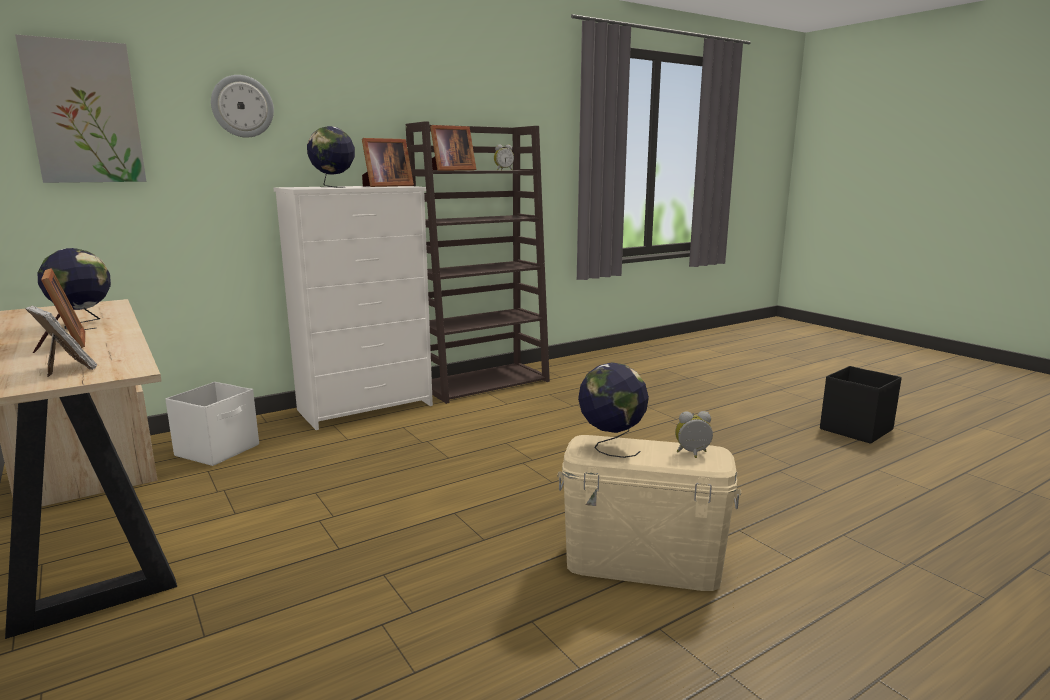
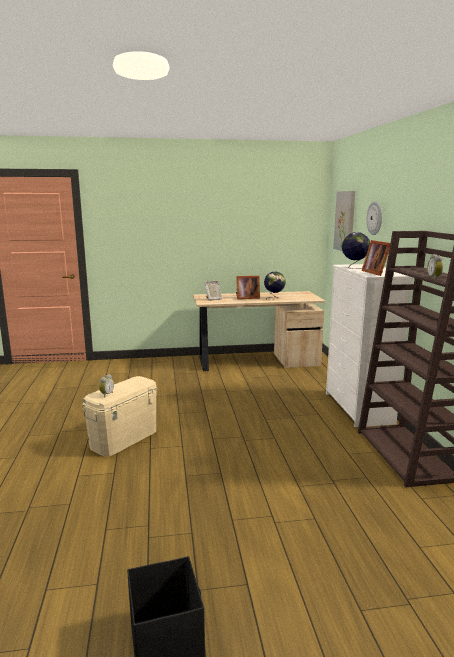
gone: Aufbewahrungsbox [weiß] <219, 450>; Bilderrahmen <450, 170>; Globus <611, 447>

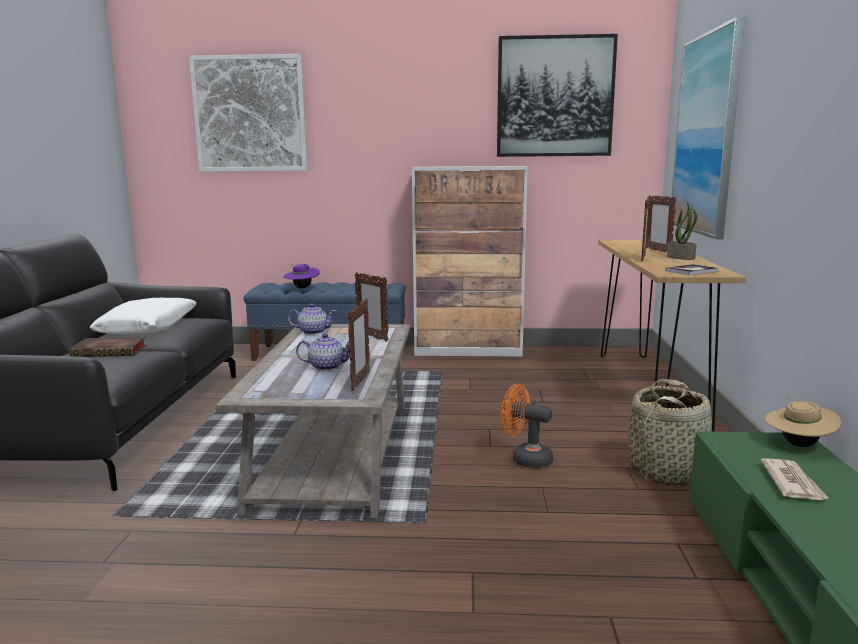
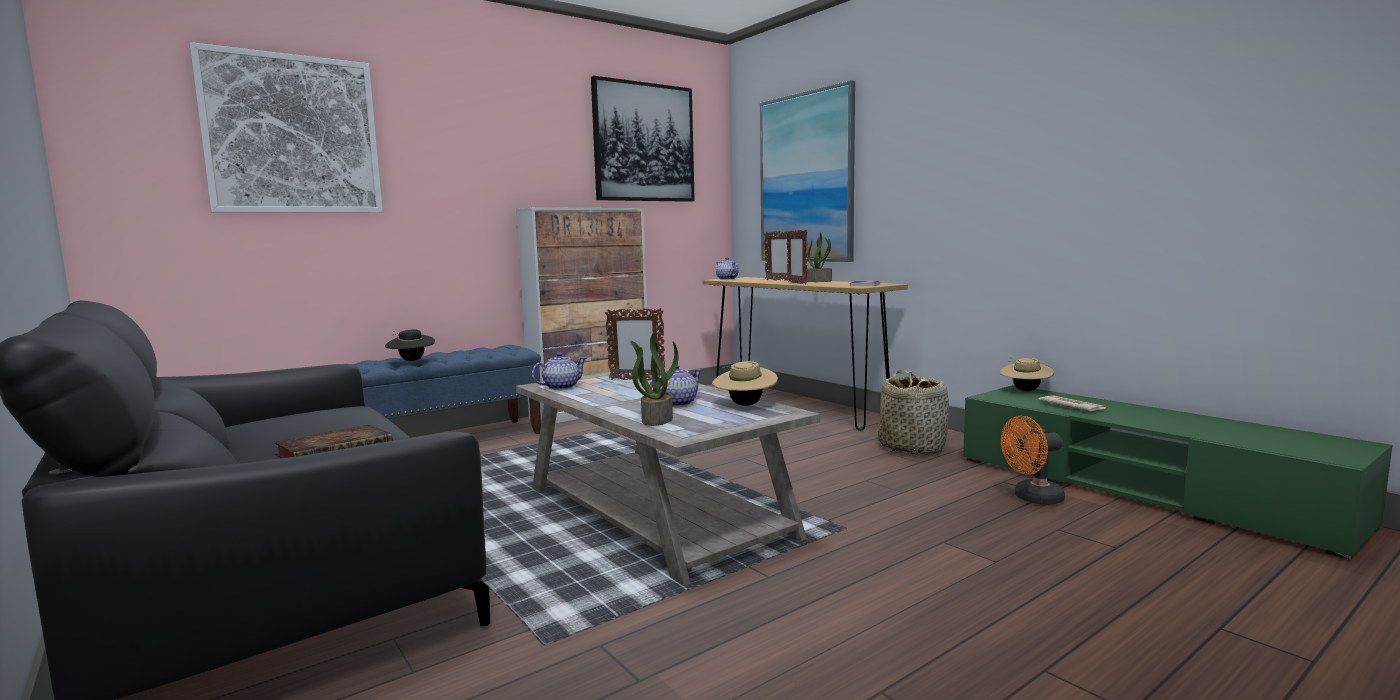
gone: Kissen [weiß] <148, 327>
new: Topfpflanze <656, 419>; Teekanne <727, 279>
shifted: Ventilator [orange] <525, 459> to <1032, 498>
swapped: Bilderrahmen <360, 381> to Hut [beige] <744, 405>
repainted: Hut [lila] <302, 288> to Hut [schwarz] <411, 360>

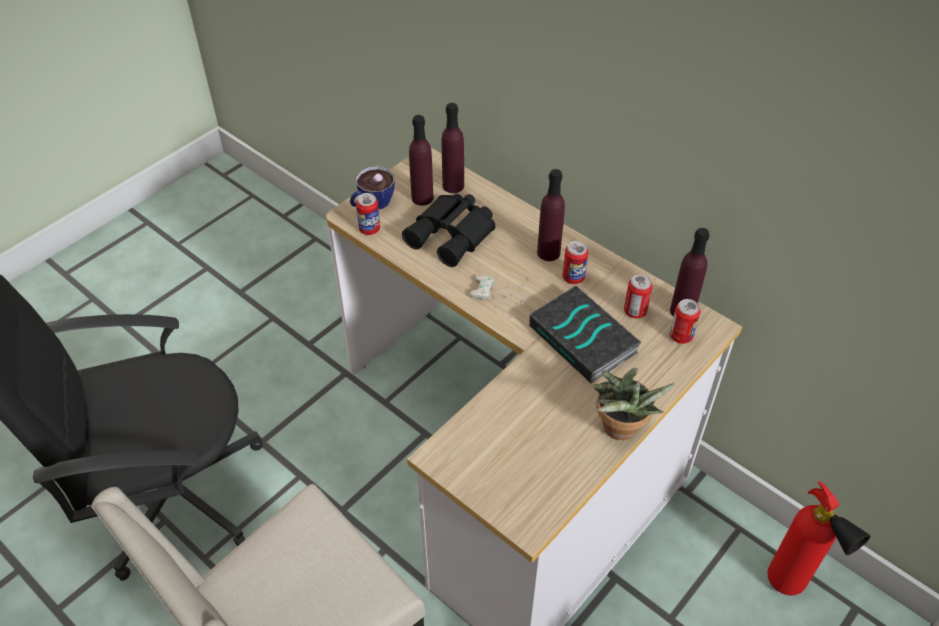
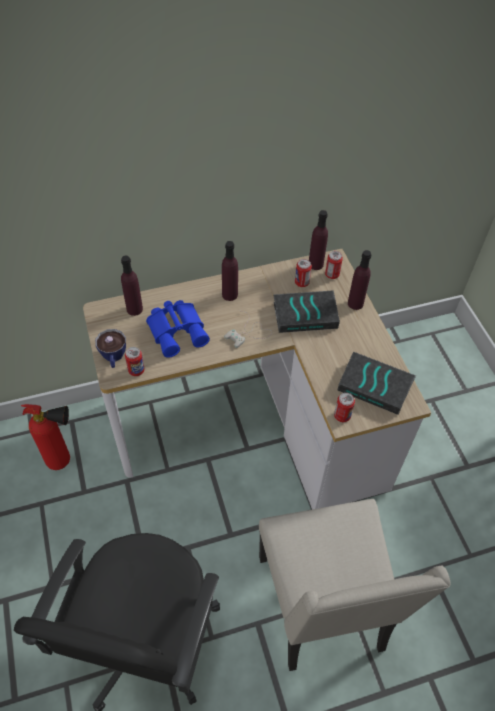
gone: Topfpflanze <619, 431>
new: Buch <376, 385>
shifted: Flasche [lila] <422, 198> to <355, 303>; Dose <573, 277> to <342, 416>; Feuerlöscher <791, 588> to <64, 461>
repainted: Fernglas [schwarz] <453, 235> to Fernglas [blau] <178, 330>

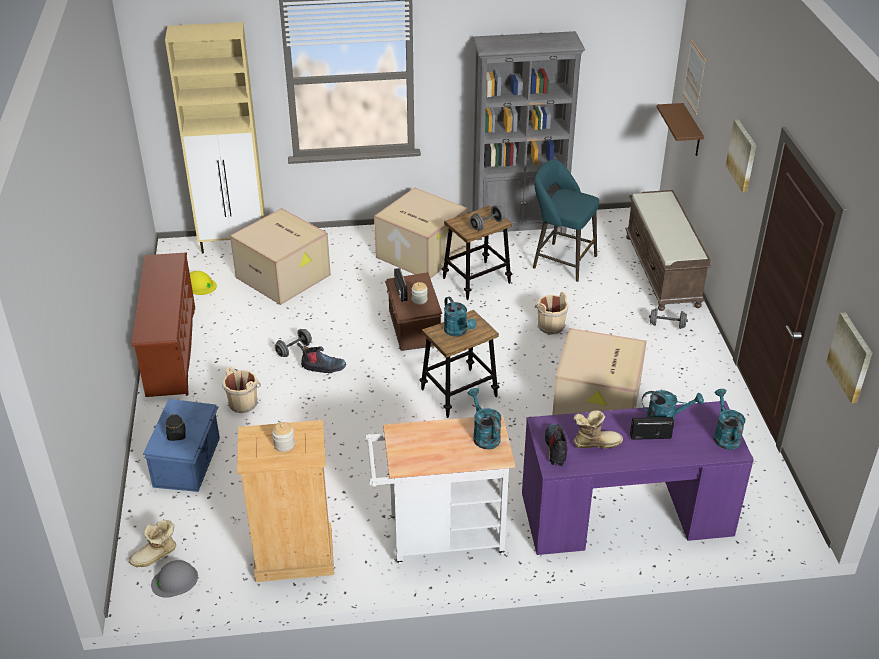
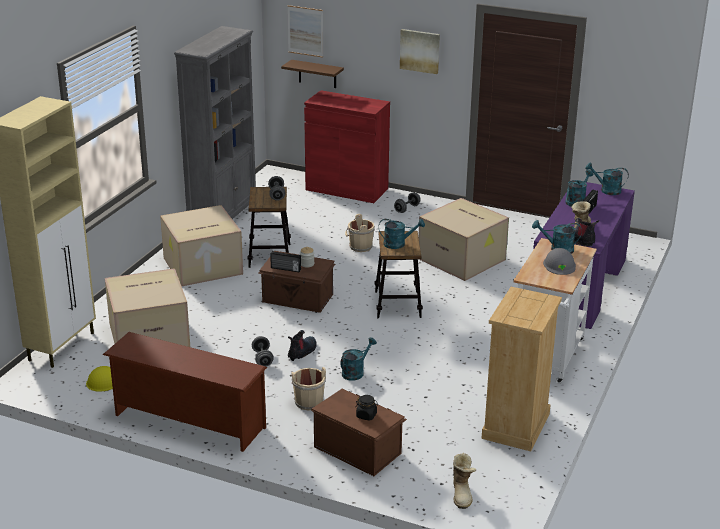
gone: Vorratsglas <284, 445>; Hocker [türkis] <561, 261>; Bild <851, 357>
new: Gießkanne [türkis] <355, 372>
shifted: Schutzhelm [grau] <175, 580> to <559, 265>
swapped: Bank [braun] <663, 271> to Schrank [rot] <346, 189>
repainted: Aufbewahrungsbox [blau] <188, 461> to Aufbewahrungsbox [braun] <357, 449>

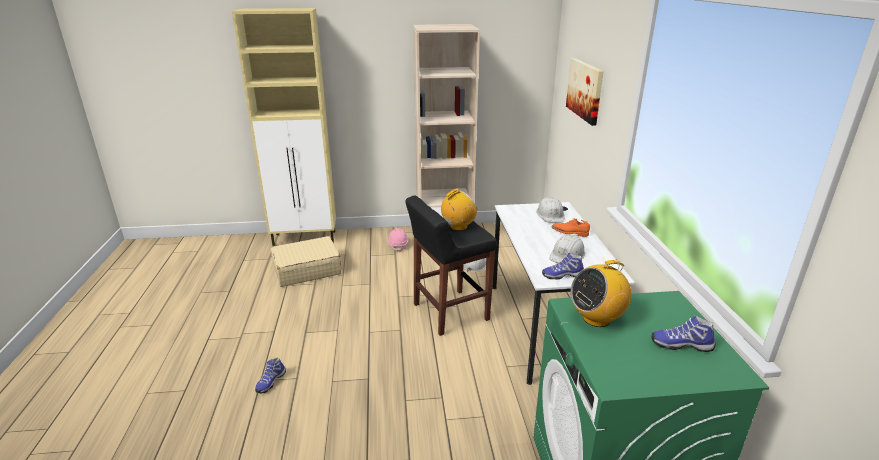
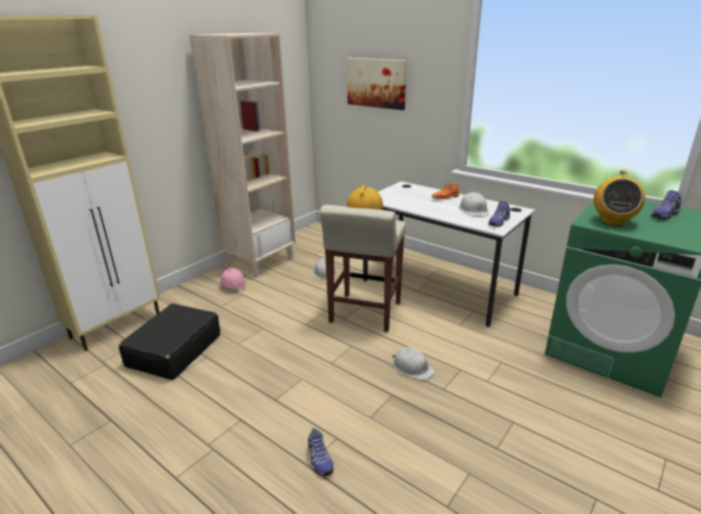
shifted: Schutzhelm [weiß] <550, 215> to <412, 367>
repainted: Koffer [beige] <306, 270> to Koffer [schwarz] <174, 350>; Hocker [schwarz] <449, 312> to Hocker [beige] <365, 313>

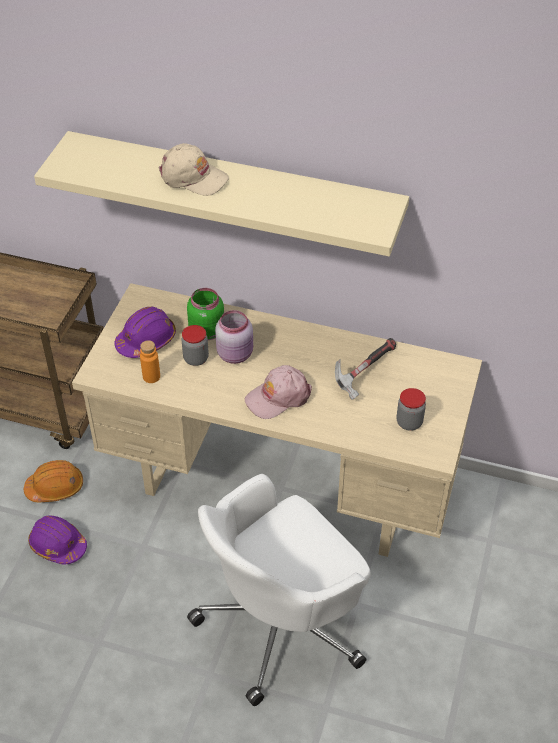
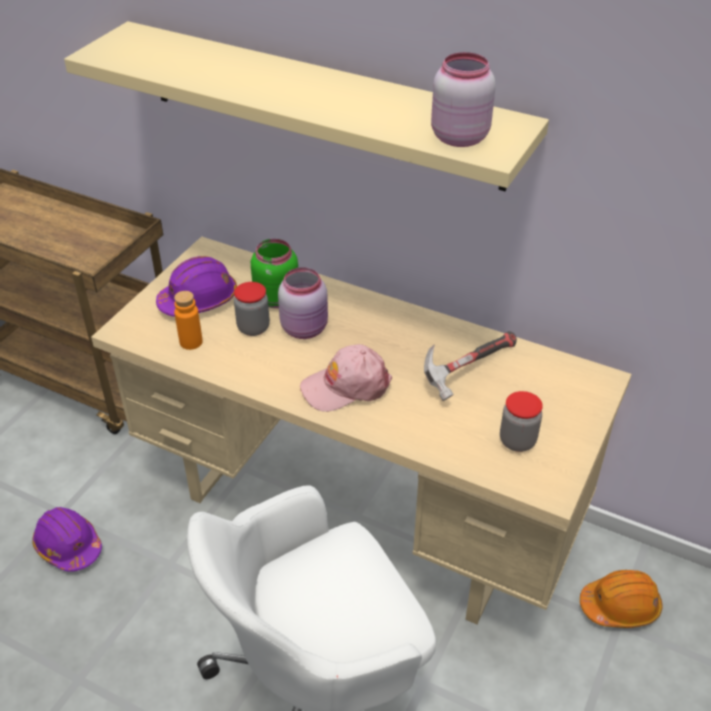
gone: Kappe [beige] <193, 177>
new: Vorratsglas [rosa] <458, 137>
shifted: Schutzhelm [orange] <55, 487> to <620, 606>

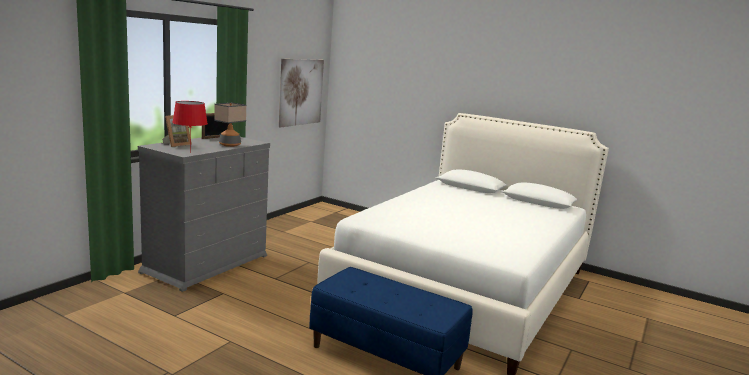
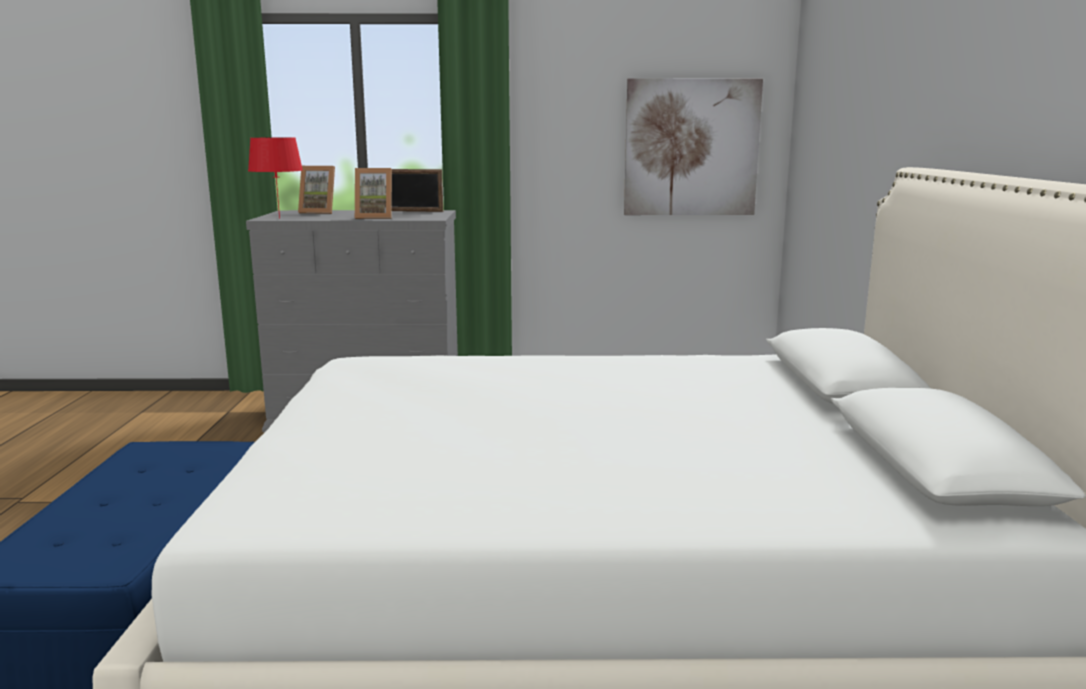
swapped: Tischlampe <230, 145> to Bilderrahmen <375, 217>

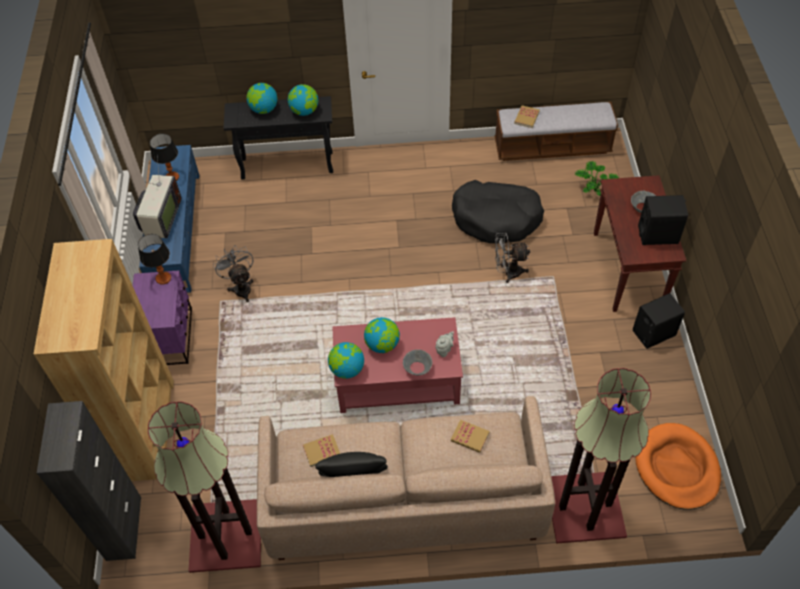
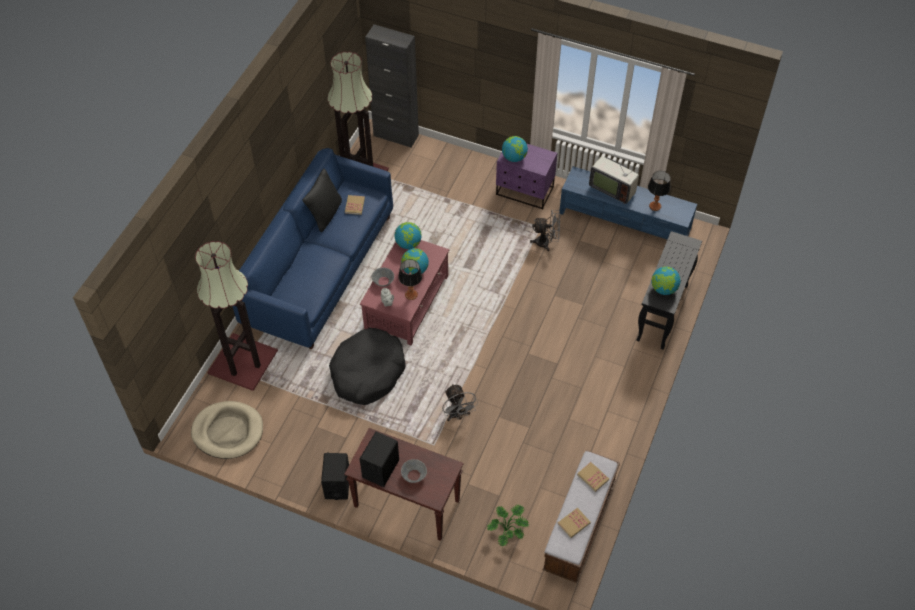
gone: Bücherregal [braun] <145, 429>
shifted: Tischlampe <163, 278> to <411, 295>; Globus <264, 109> to <514, 157>; Buch <470, 437> to <573, 523>; Hundebett [schwarz] <496, 218> to <367, 372>
repainted: Sofa [beige] <403, 499> to Sofa [blau] <319, 269>; Hundebett [orange] <676, 468> to Hundebett [beige] <228, 431>
rotated: Ventilator [grau] <508, 272> = <457, 415> 135 degrees clockwise

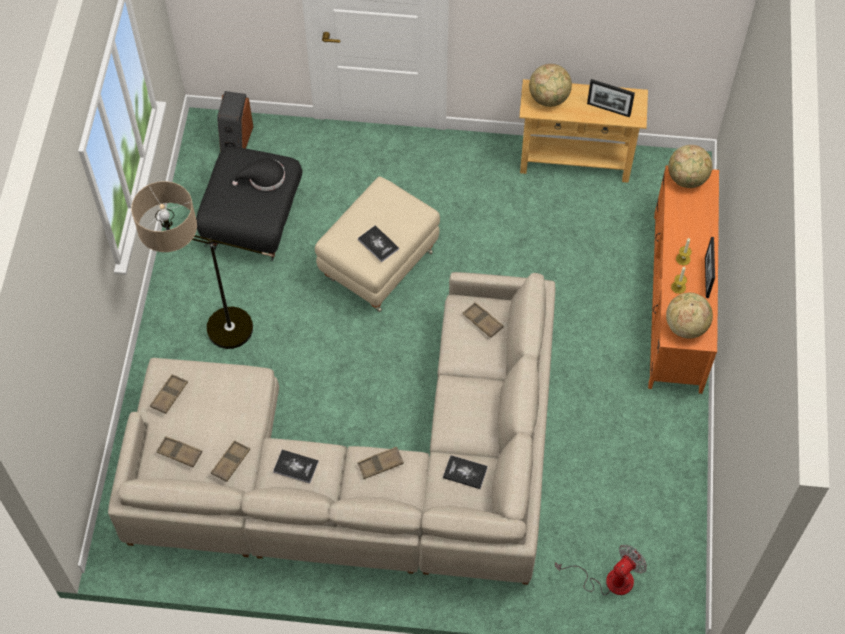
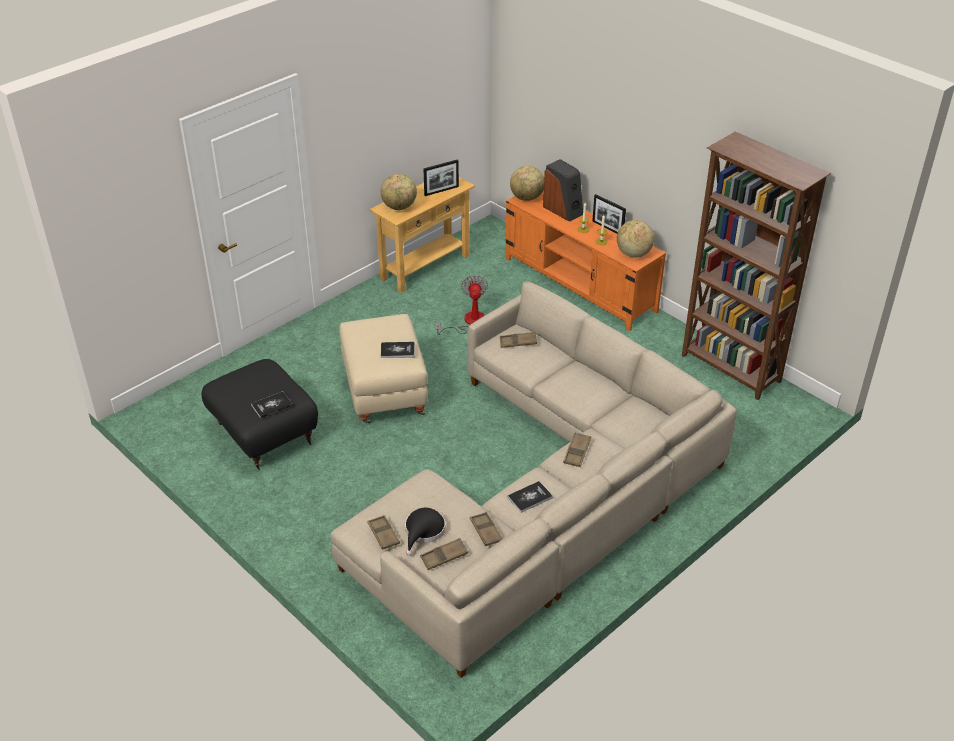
gone: Stehlampe <211, 332>
new: Bücherregal [braun] <730, 369>
shifted: Lautsprecher <236, 140> to <563, 210>; Hut [schwarz] <263, 178> to <423, 532>; Buch <465, 472> to <272, 405>; Ventilator <608, 580> to <468, 322>

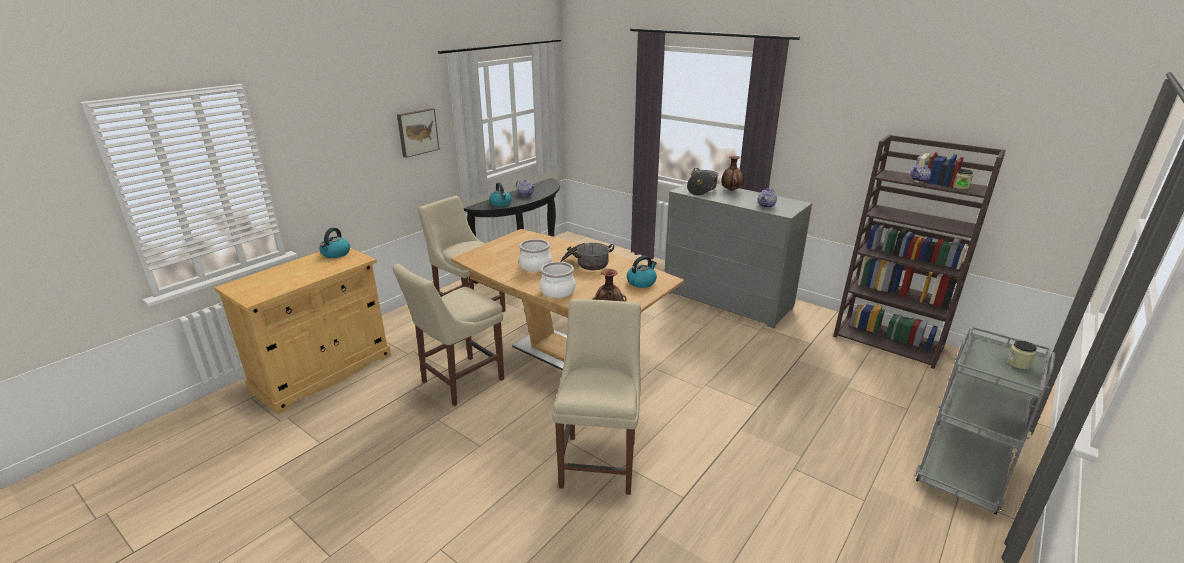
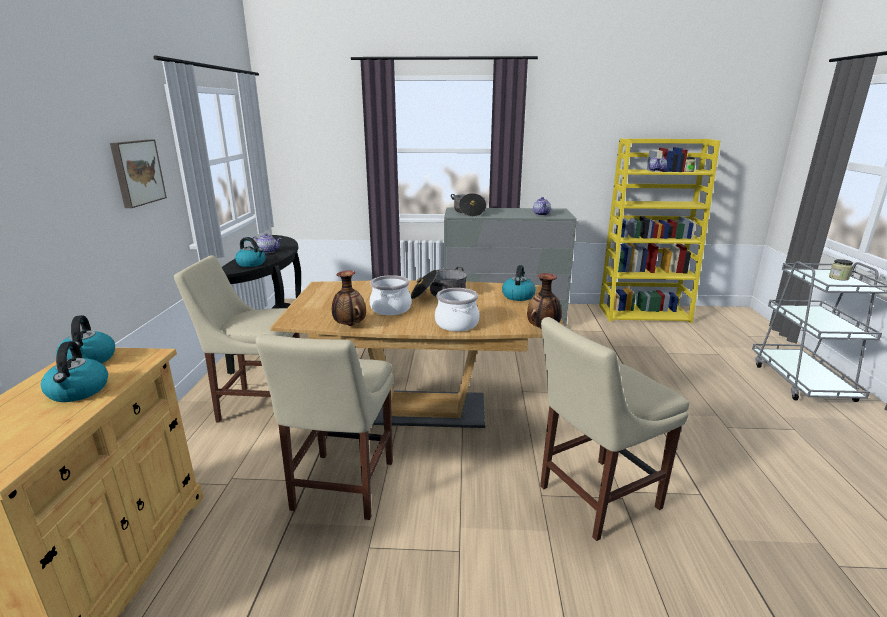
new: Wasserkessel <78, 391>
shifted: Vase <730, 190> to <349, 325>
repainted: Bücherregal [braun] <889, 341> to Bücherregal [gelb] <644, 314>
rotated: Stuhl [beige] <599, 460> = <594, 498> 90 degrees counterclockwise

